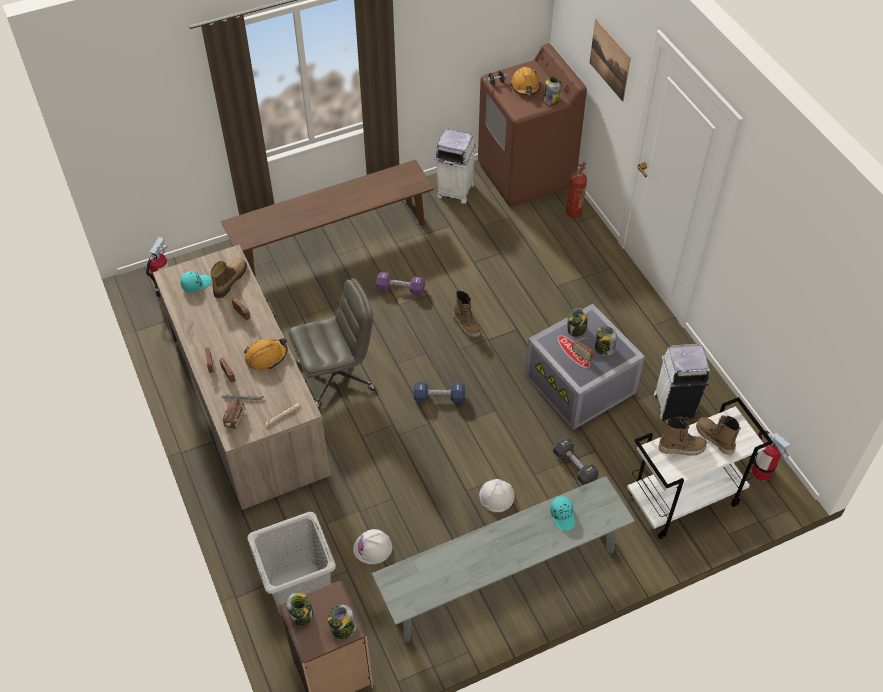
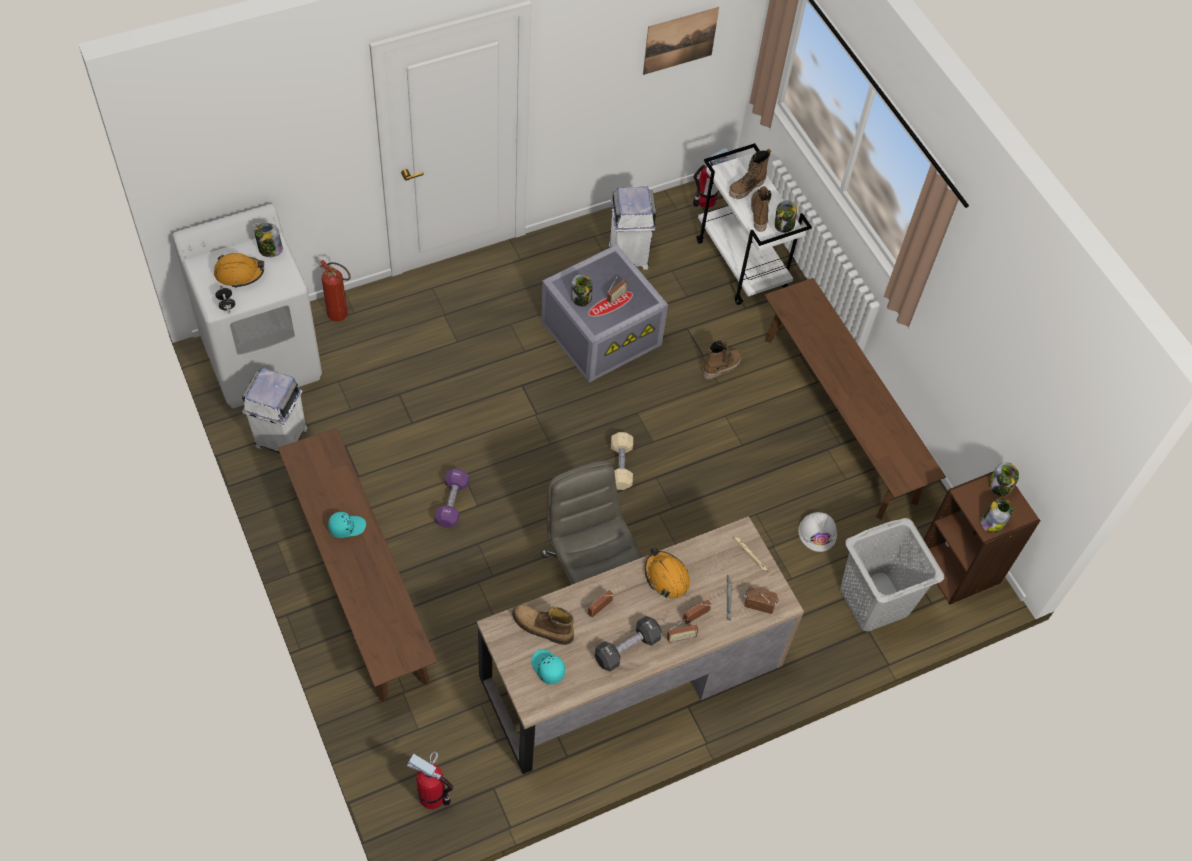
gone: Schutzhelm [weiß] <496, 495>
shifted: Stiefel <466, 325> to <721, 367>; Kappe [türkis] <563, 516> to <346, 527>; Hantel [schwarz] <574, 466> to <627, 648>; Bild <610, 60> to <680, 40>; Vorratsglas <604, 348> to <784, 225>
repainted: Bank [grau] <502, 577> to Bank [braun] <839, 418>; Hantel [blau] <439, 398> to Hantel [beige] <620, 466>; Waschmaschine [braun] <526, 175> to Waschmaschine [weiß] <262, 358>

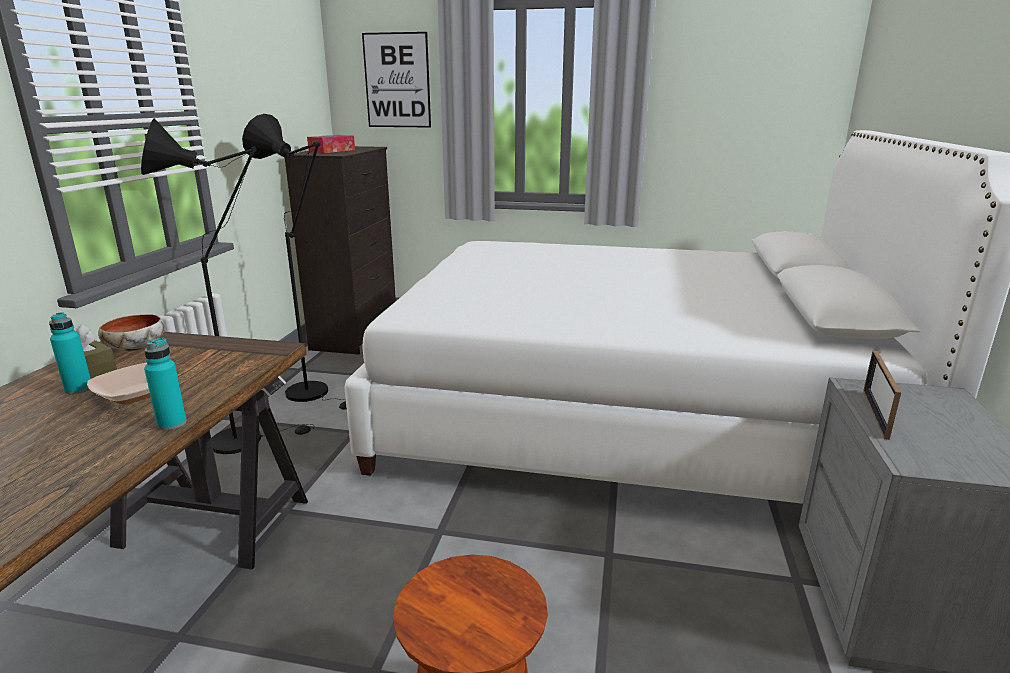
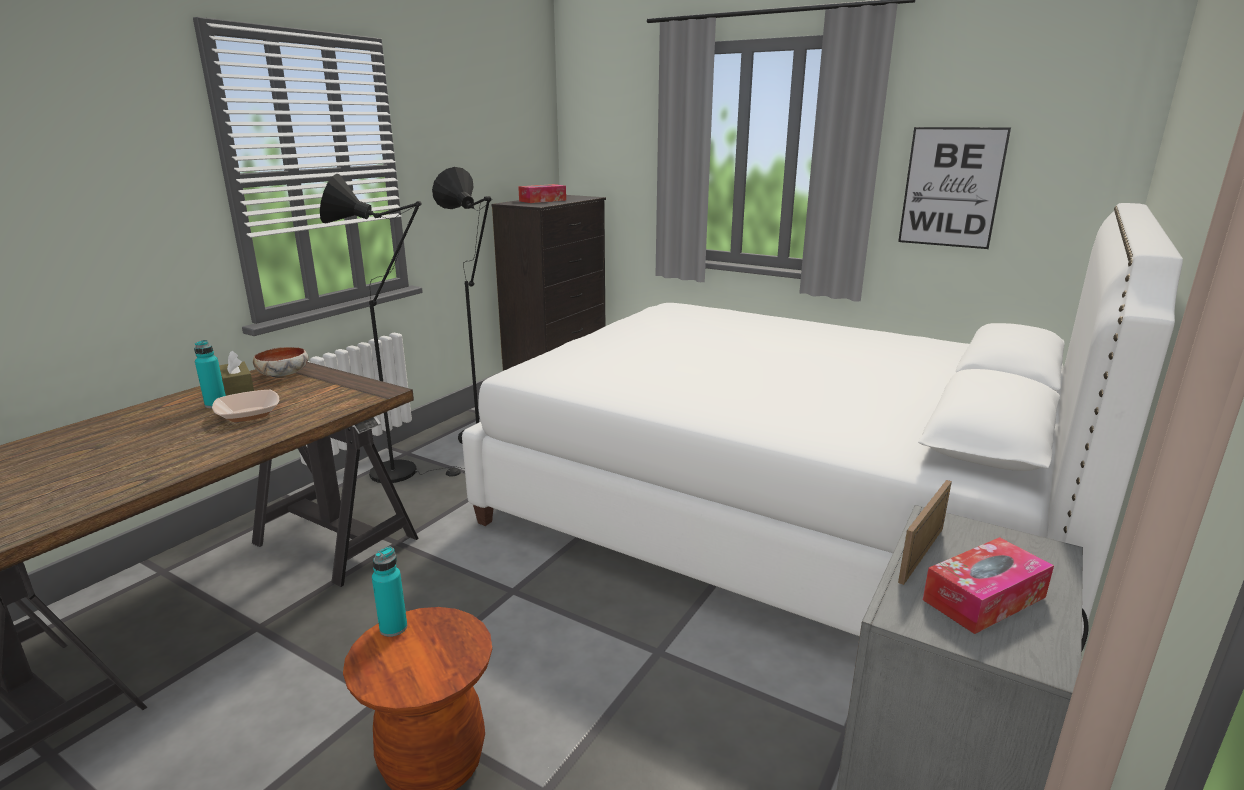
new: Taschentuchbox <984, 598>
shifted: Flasche [türkis] <172, 423> to <393, 628>; Bild <397, 80> to <951, 187>

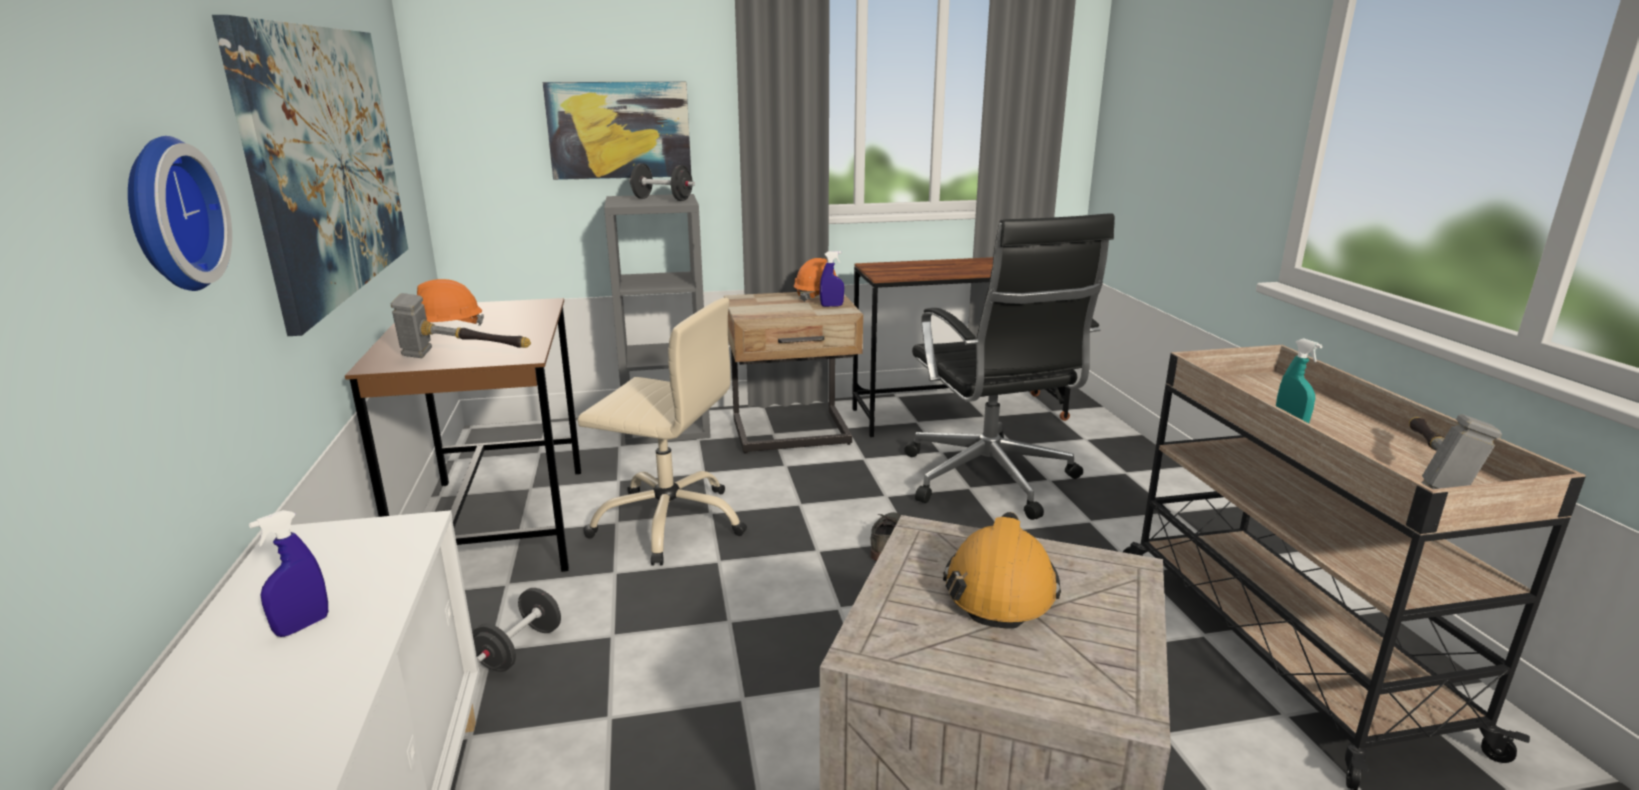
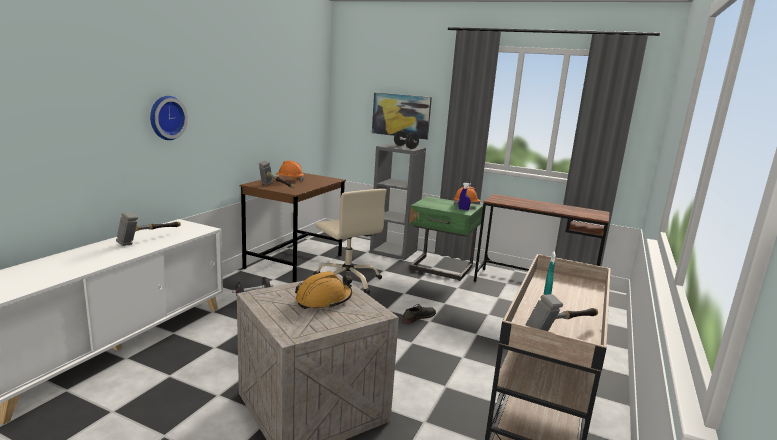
gone: Bild <328, 162>; Bürostuhl [schwarz] <990, 480>
swapped: Sprühflasche [blau] <302, 626> to Hammer <149, 239>
repainted: Nachttisch [beige] <792, 434> to Nachttisch [grün] <440, 269>

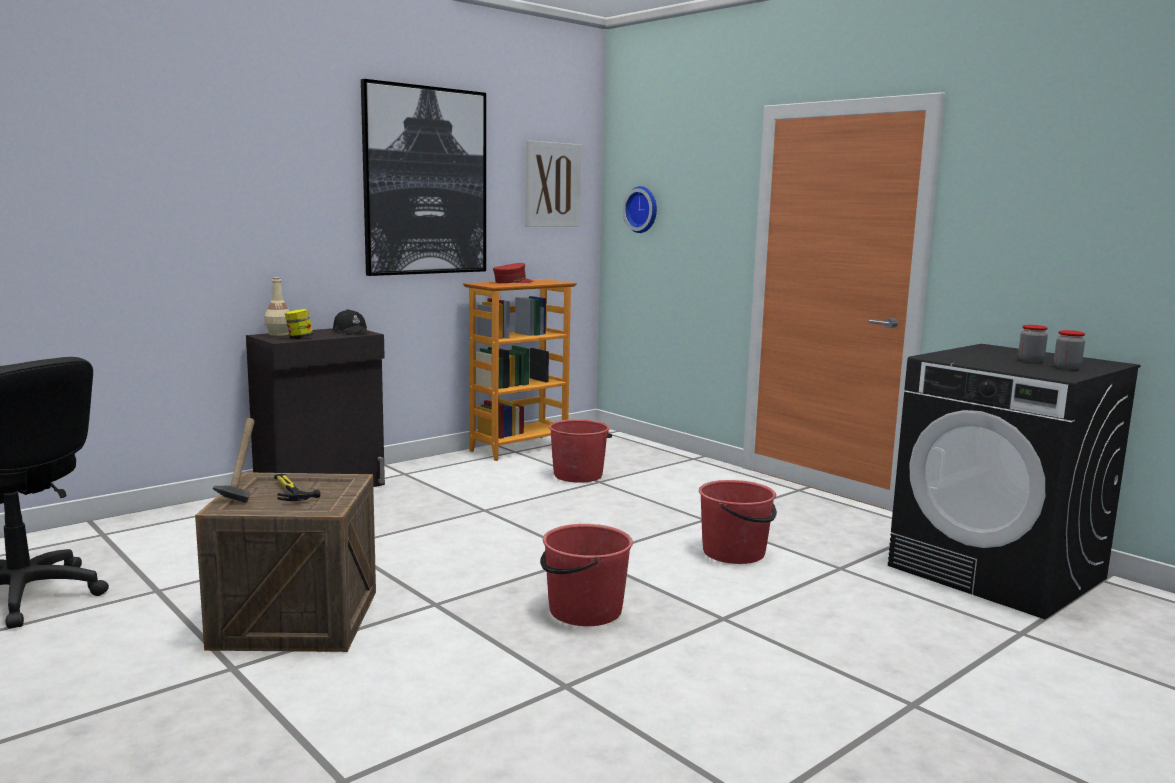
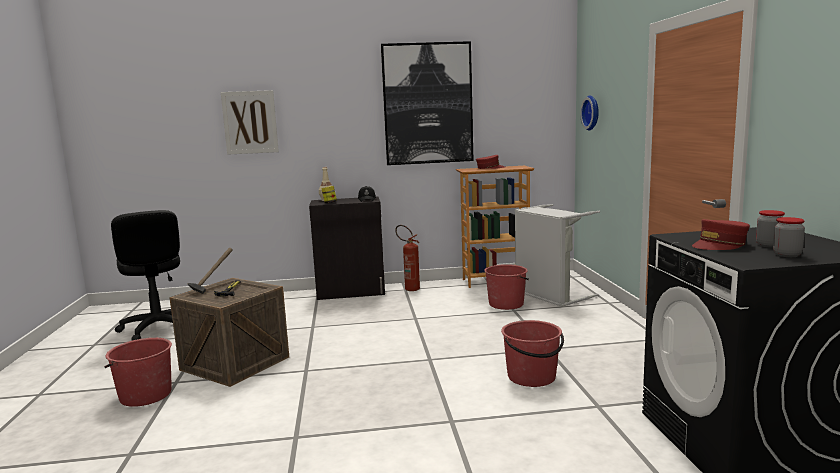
new: Feuerlöscher <409, 288>; Wäschekorb [grau] <550, 296>; Kappe [rot] <719, 245>
shifted: Bild <552, 185> to <250, 122>; Eimer [rot] <584, 611> to <145, 395>

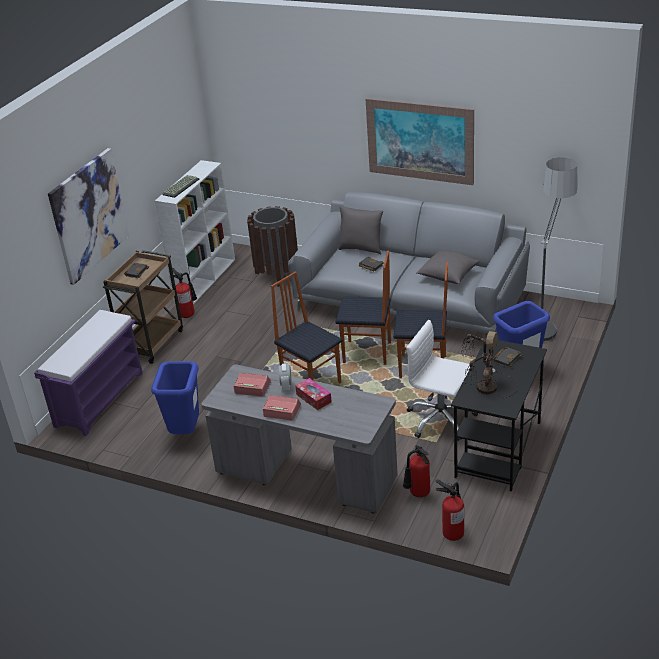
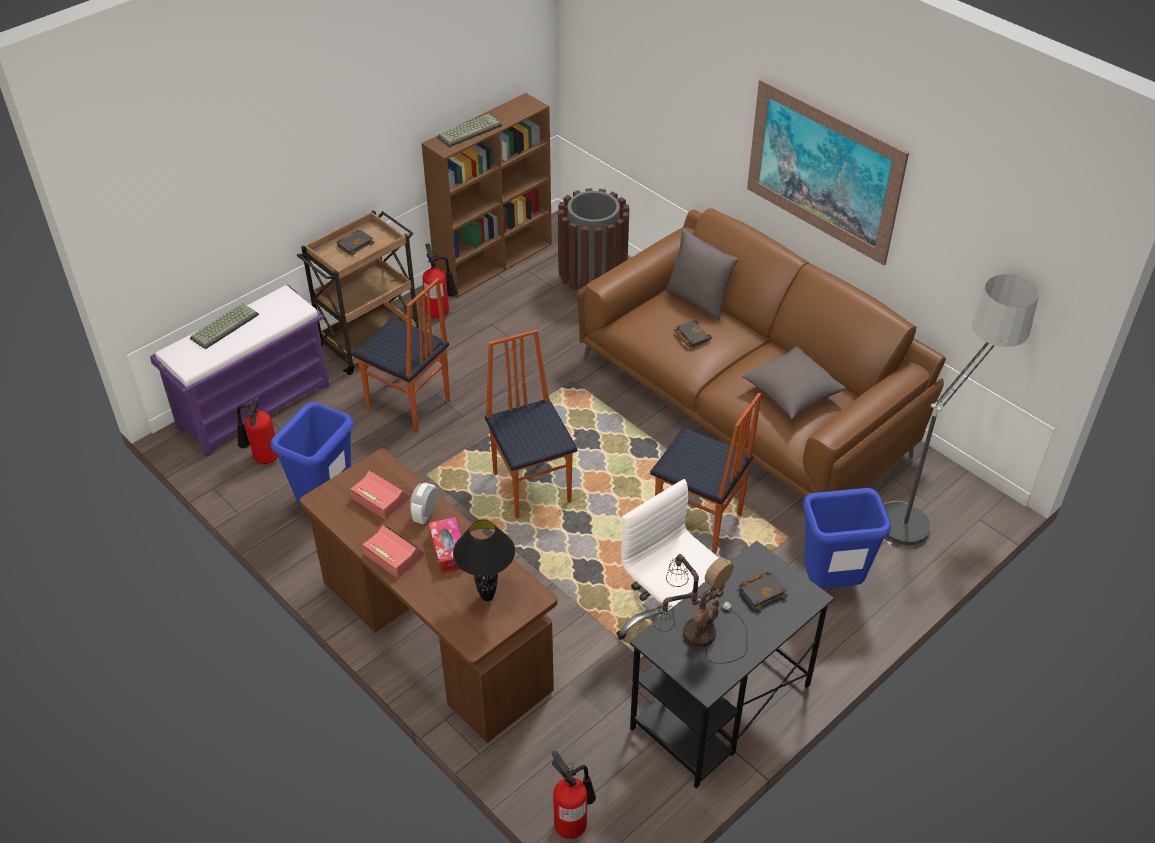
gone: Bild <89, 215>
new: Tastatur <224, 325>; Tischlampe [schwarz] <487, 596>
shifted: Stuhl <367, 353> to <408, 406>; Feuerlöscher <418, 494> to <262, 459>
repainted: Bücherregal [weiß] <205, 279> to Bücherregal [braun] <495, 262>; Schreibtisch [grau] <305, 475> to Schreibtisch [braun] <435, 637>; Sofa [grau] <411, 303> to Sofa [braun] <747, 404>

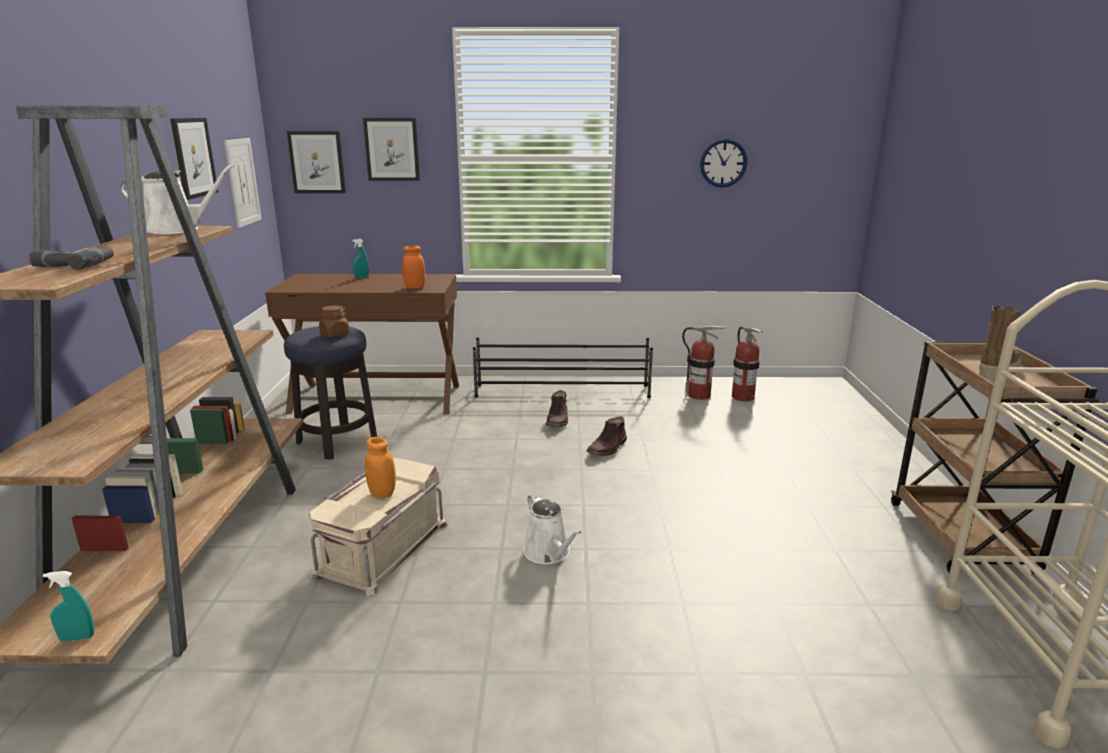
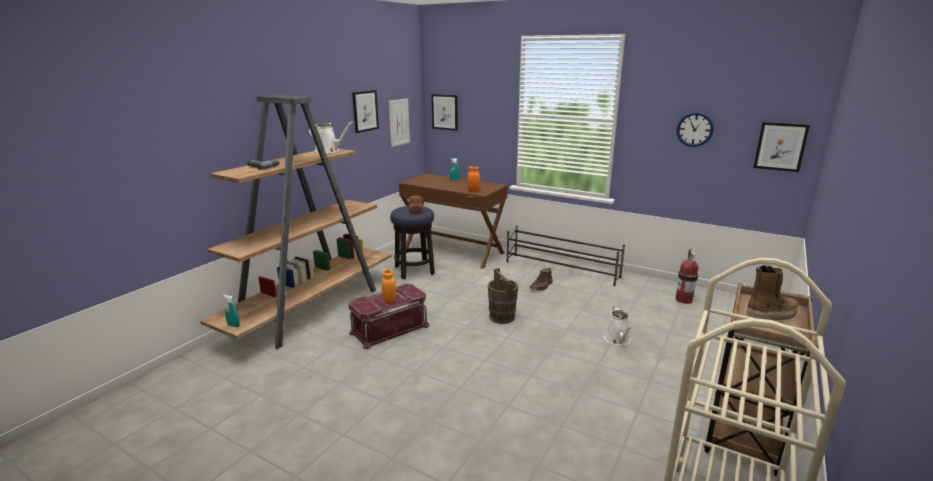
gone: Stiefel [braun] <607, 448>; Feuerlöscher <699, 395>
new: Eimer [braun] <502, 317>
shifted: Bild <392, 149> to <780, 146>; Gießkanne [weiß] <549, 553> to <618, 340>
repainted: Aufbewahrungsbox [beige] <381, 547> to Aufbewahrungsbox [rot] <389, 329>

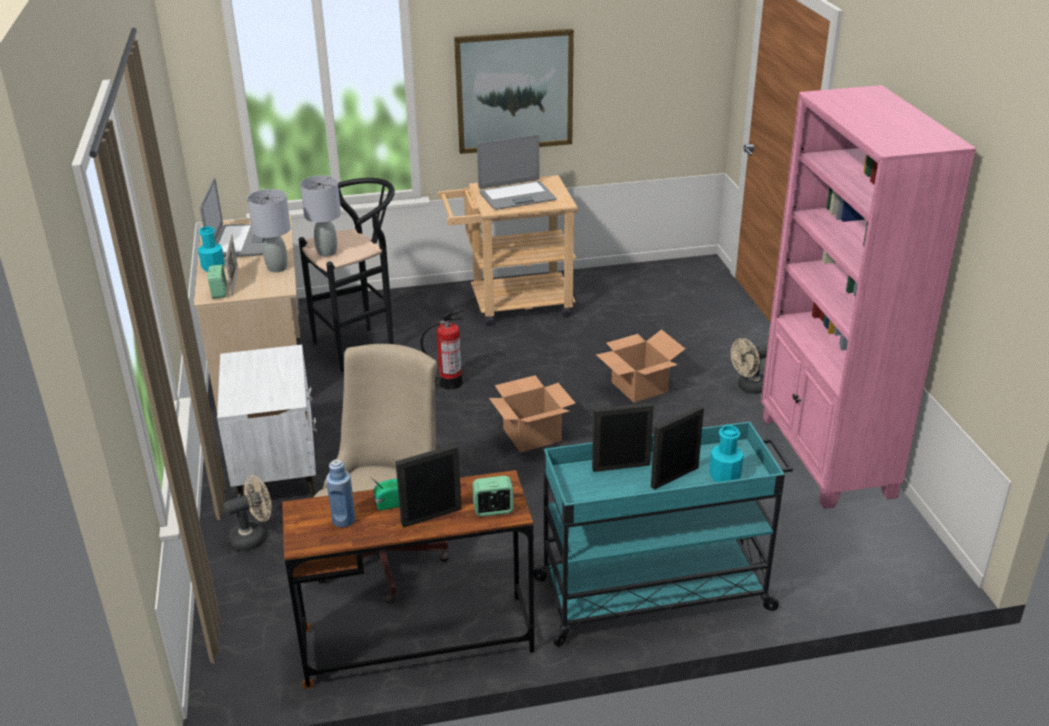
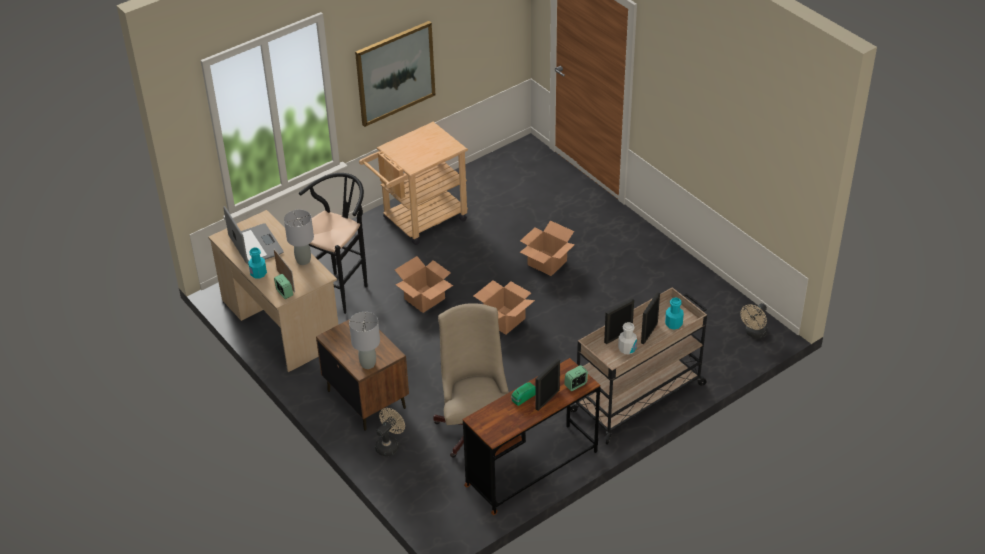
gone: Flasche [blau] <344, 520>; Laptop <517, 196>; Bücherregal [rosa] <825, 457>
new: Flasche [weiß] <627, 349>
shifted: Tischlampe [grau] <327, 252> to <368, 364>; Ventilator [beige] <748, 388> to <754, 333>
swapped: Feuerlöscher <450, 383> to Karton <425, 298>
repainted: Nachttisch [weiß] <277, 472> to Nachttisch [braun] <366, 399>; Rollwagen [türkis] <656, 594> to Rollwagen [beige] <639, 397>

